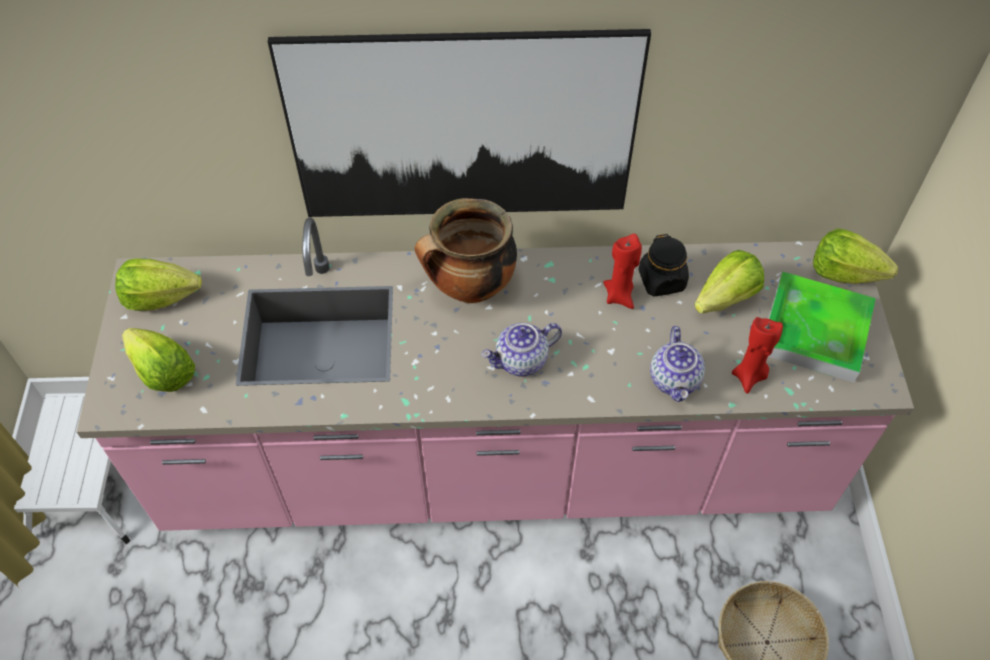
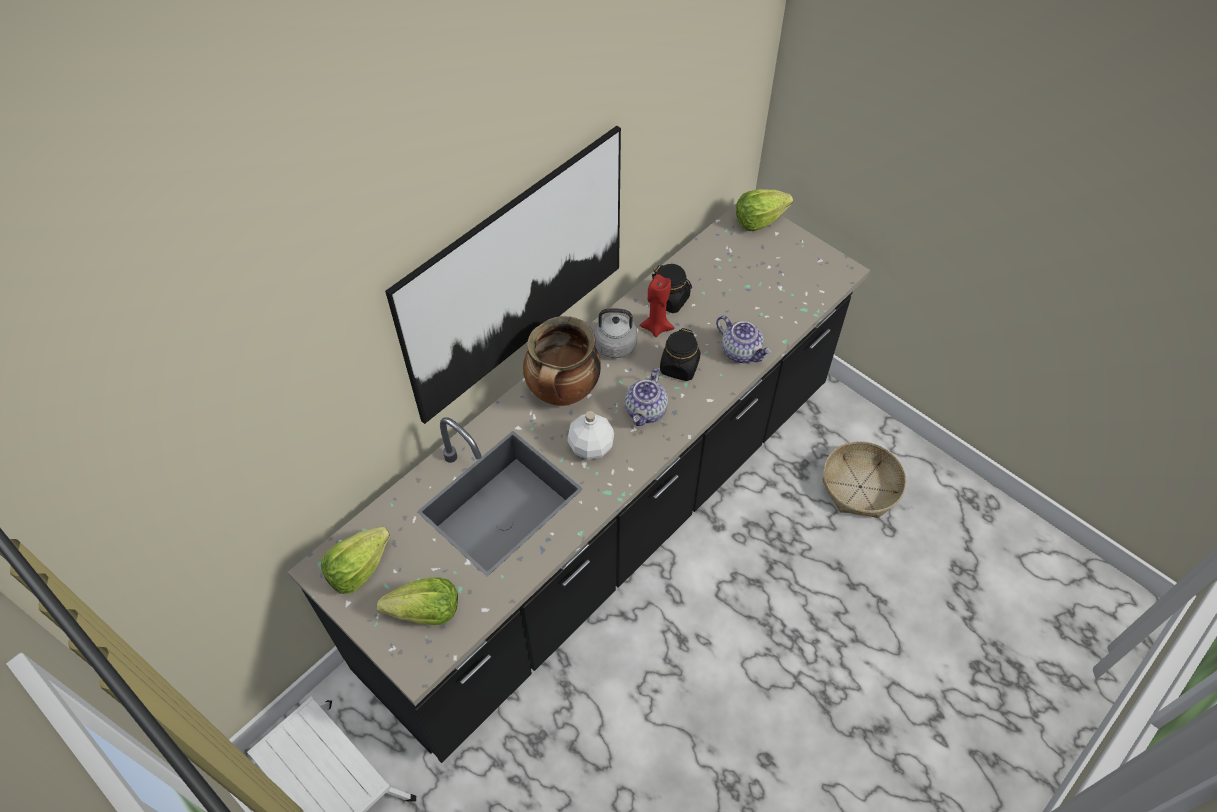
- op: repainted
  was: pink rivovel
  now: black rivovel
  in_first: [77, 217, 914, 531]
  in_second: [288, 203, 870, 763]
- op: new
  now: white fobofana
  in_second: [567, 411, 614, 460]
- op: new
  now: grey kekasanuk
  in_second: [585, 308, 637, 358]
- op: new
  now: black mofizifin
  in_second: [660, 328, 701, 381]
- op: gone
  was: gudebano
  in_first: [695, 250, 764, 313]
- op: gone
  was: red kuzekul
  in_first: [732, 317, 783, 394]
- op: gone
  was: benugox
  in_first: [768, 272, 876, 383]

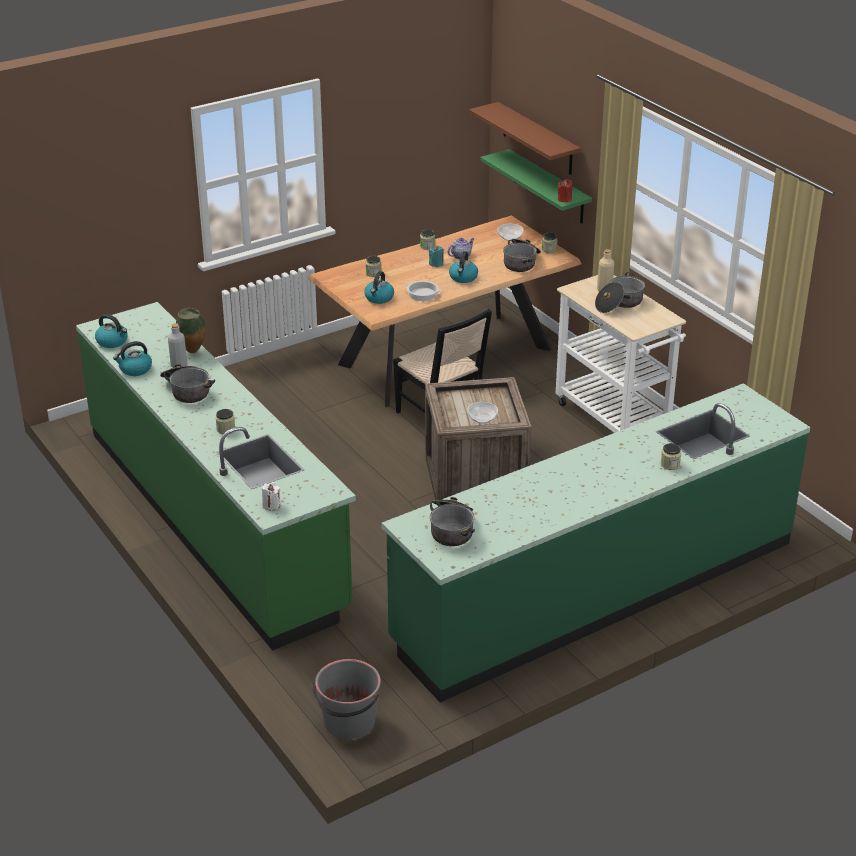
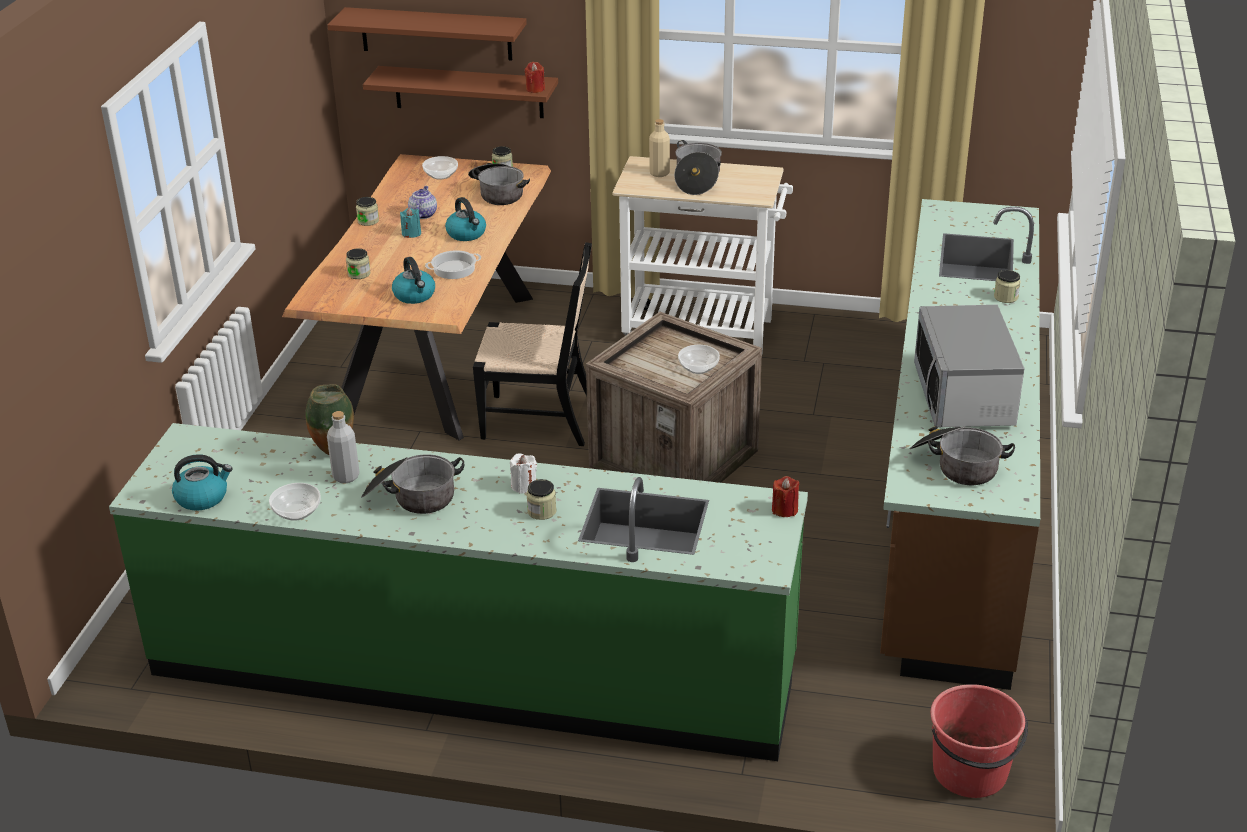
- op: swapped
  was: kekasanuk
  now: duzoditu
  in_first: [113, 341, 152, 376]
  in_second: [269, 483, 320, 521]
- op: repainted
  was: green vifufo
  now: brown vifufo
  in_first: [480, 149, 592, 224]
  in_second: [363, 66, 558, 118]
- op: shifted
  was: white kuzekul
  in_first: [262, 482, 281, 510]
  in_second: [510, 453, 537, 494]
- op: new
  now: red kuzekul
  in_second: [772, 476, 800, 517]
- op: repainted
  was: green rivovel
  now: brown rivovel
  in_first: [381, 383, 810, 703]
  in_second: [880, 199, 1040, 690]
- op: new
  now: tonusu
  in_second: [914, 305, 1025, 427]
- op: repainted
  was: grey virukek
  now: red virukek
  in_first: [313, 659, 381, 739]
  in_second: [930, 684, 1028, 798]

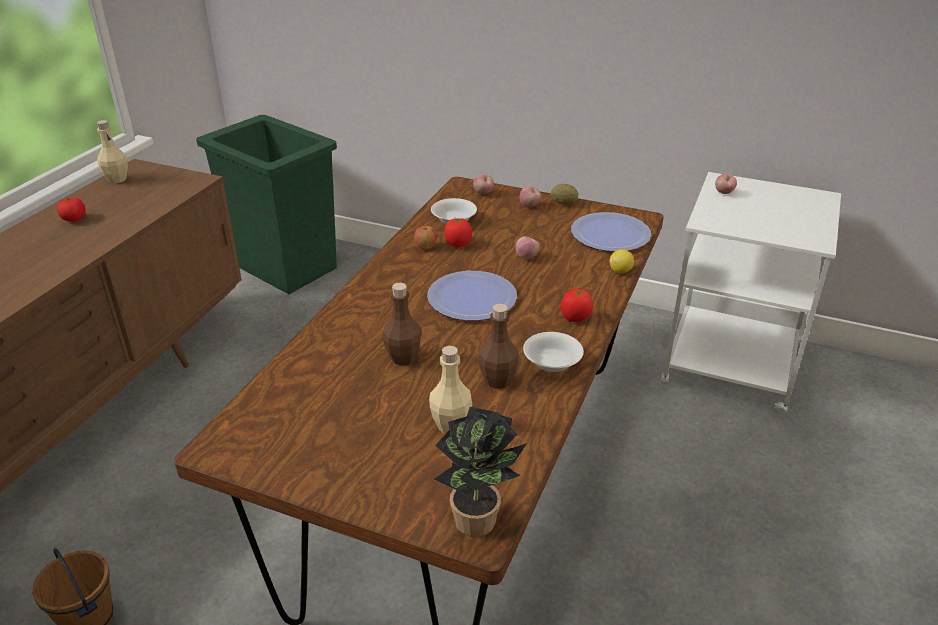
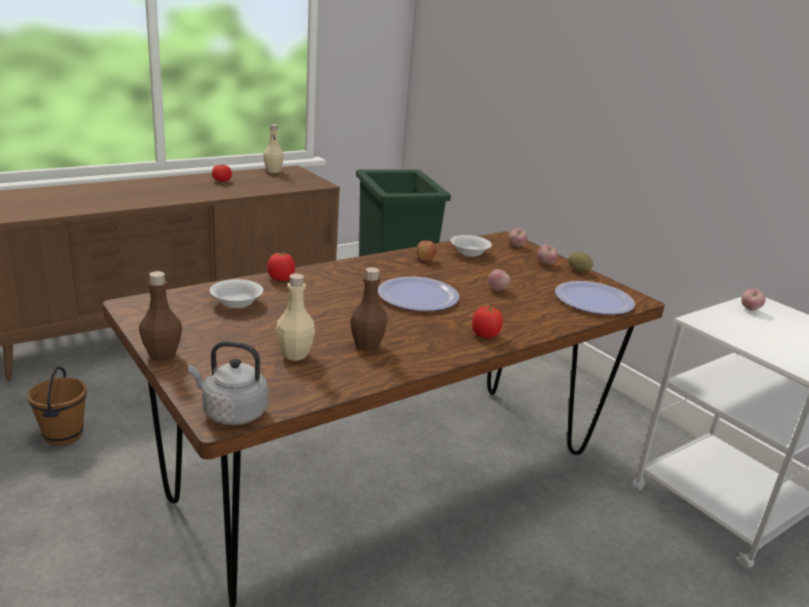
- op: shifted
  was: brown fobofana
  in_first: [382, 283, 422, 366]
  in_second: [139, 271, 182, 361]
- op: swapped
  was: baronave
  now: grey kekasanuk
  in_first: [434, 407, 527, 537]
  in_second: [188, 341, 268, 425]
- op: shifted
  was: white duzoditu
  in_first: [523, 332, 584, 372]
  in_second: [210, 279, 263, 308]
- op: shifted
  was: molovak
  in_first: [444, 217, 472, 247]
  in_second: [267, 252, 295, 281]
- op: gone
  was: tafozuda
  in_first: [610, 249, 634, 274]

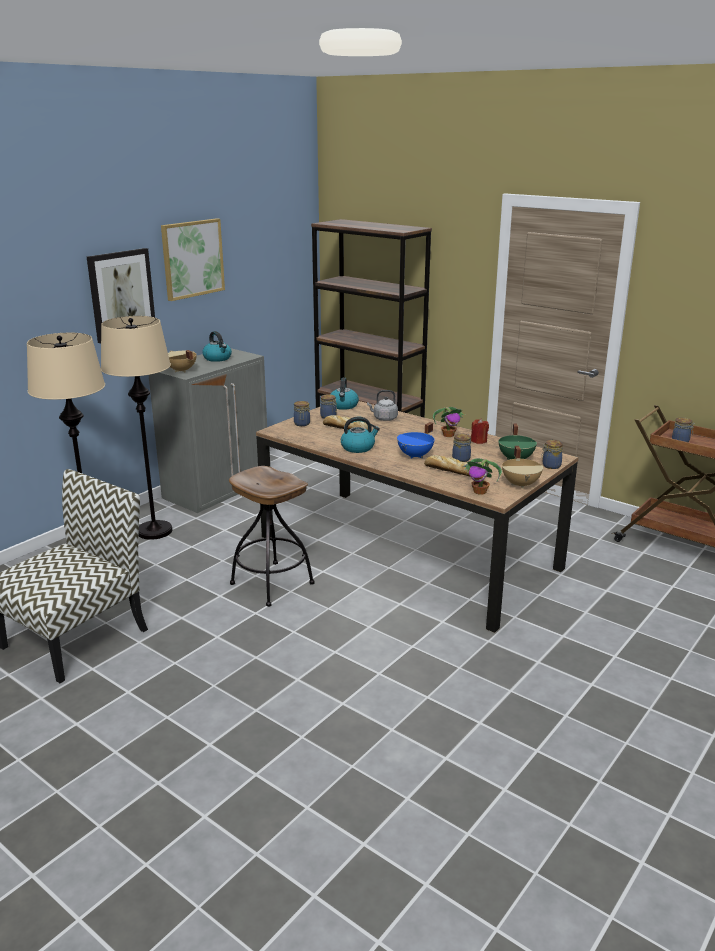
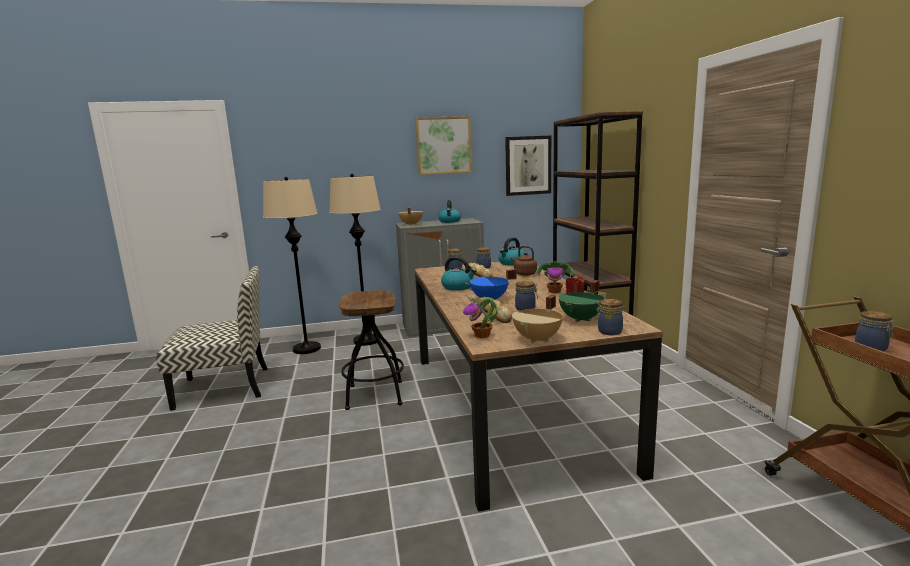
- op: shifted
  was: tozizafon
  in_first: [87, 248, 155, 343]
  in_second: [505, 136, 551, 196]
- op: repainted
  was: grey kekasanuk
  now: brown kekasanuk
  in_first: [367, 390, 398, 421]
  in_second: [511, 246, 537, 276]

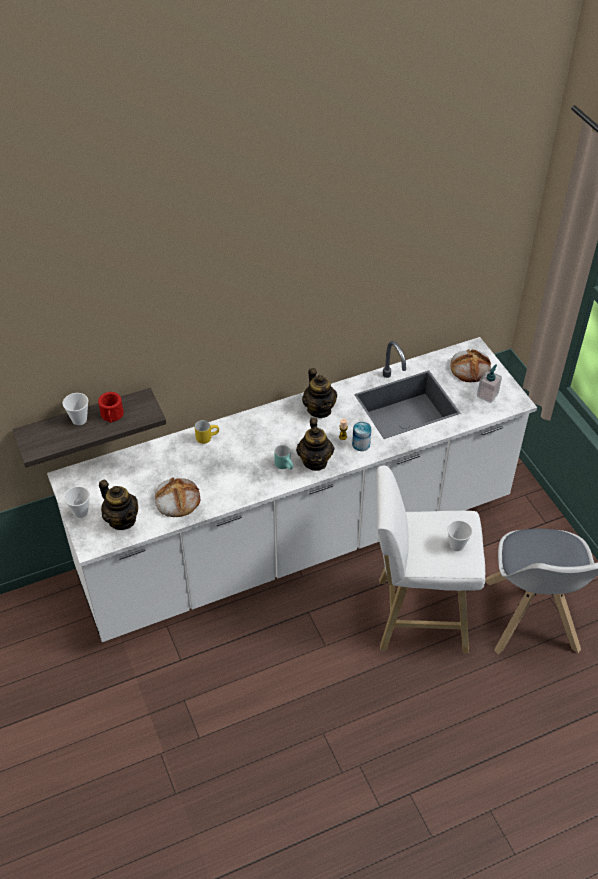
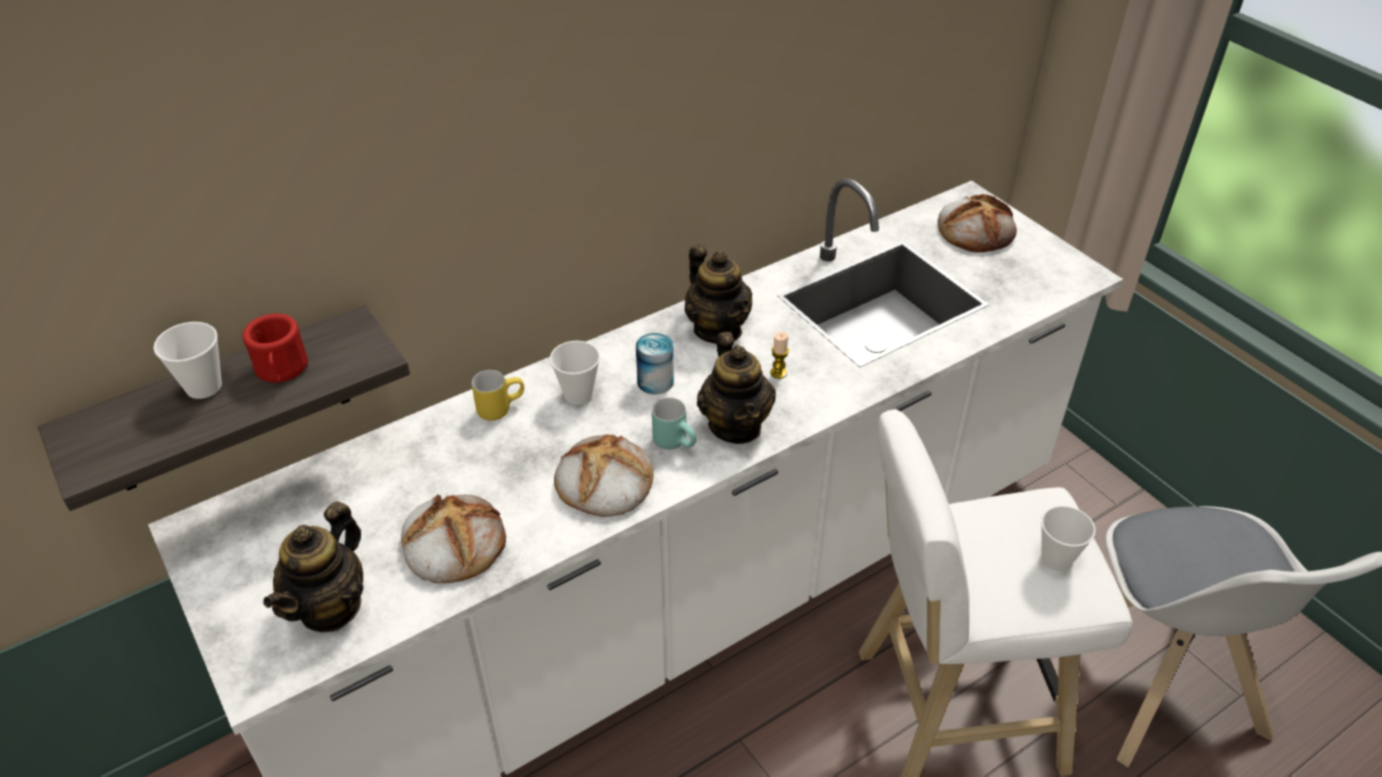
- op: rotated
  was: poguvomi
  in_first: [99, 480, 138, 530]
  in_second: [263, 501, 363, 633]
  clockwise: 75
- op: shifted
  was: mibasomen
  in_first: [64, 486, 90, 518]
  in_second: [550, 341, 600, 405]
- op: new
  now: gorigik
  in_second: [554, 434, 653, 517]
- op: shifted
  was: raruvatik
  in_first: [352, 422, 371, 451]
  in_second: [636, 333, 674, 394]
- op: gone
  was: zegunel
  in_first: [477, 364, 502, 403]

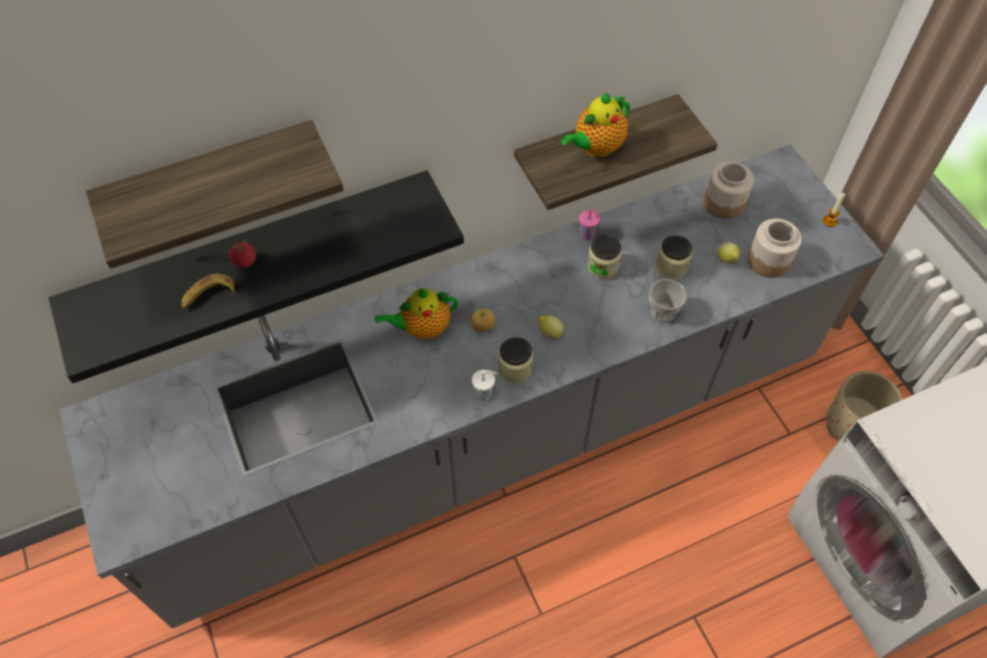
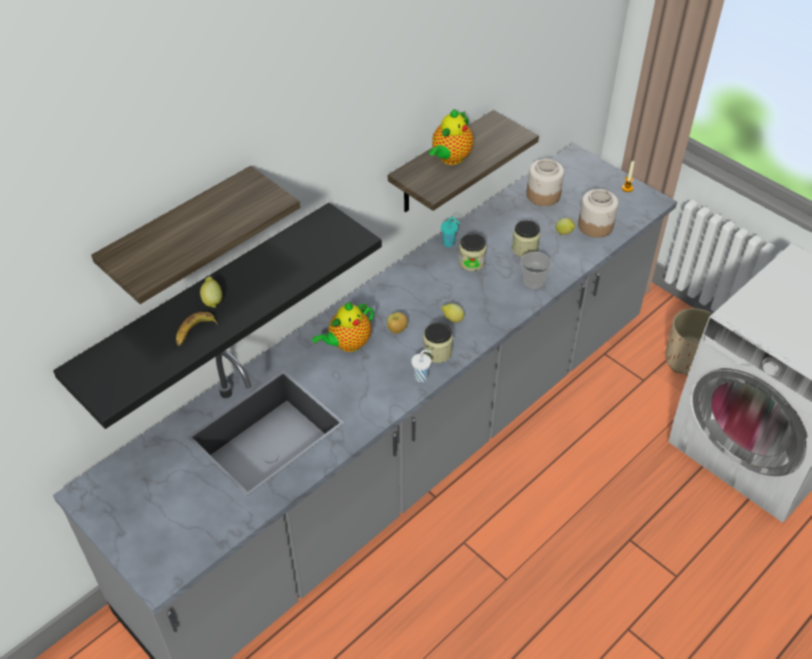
- op: swapped
  was: molovak
  now: tafozuda
  in_first: [229, 240, 256, 268]
  in_second: [200, 276, 222, 308]
- op: repainted
  was: pink mibasomen
  now: turquoise mibasomen
  in_first: [579, 209, 601, 240]
  in_second: [441, 217, 460, 247]

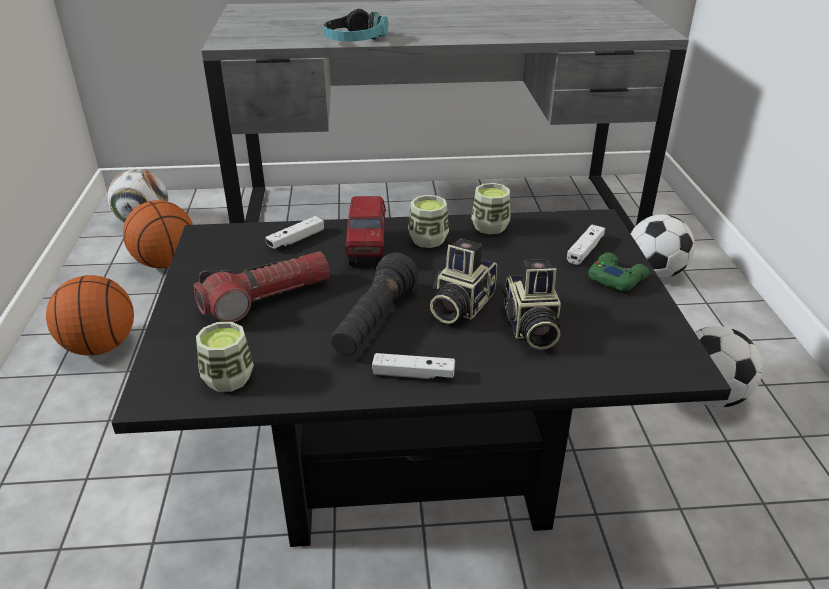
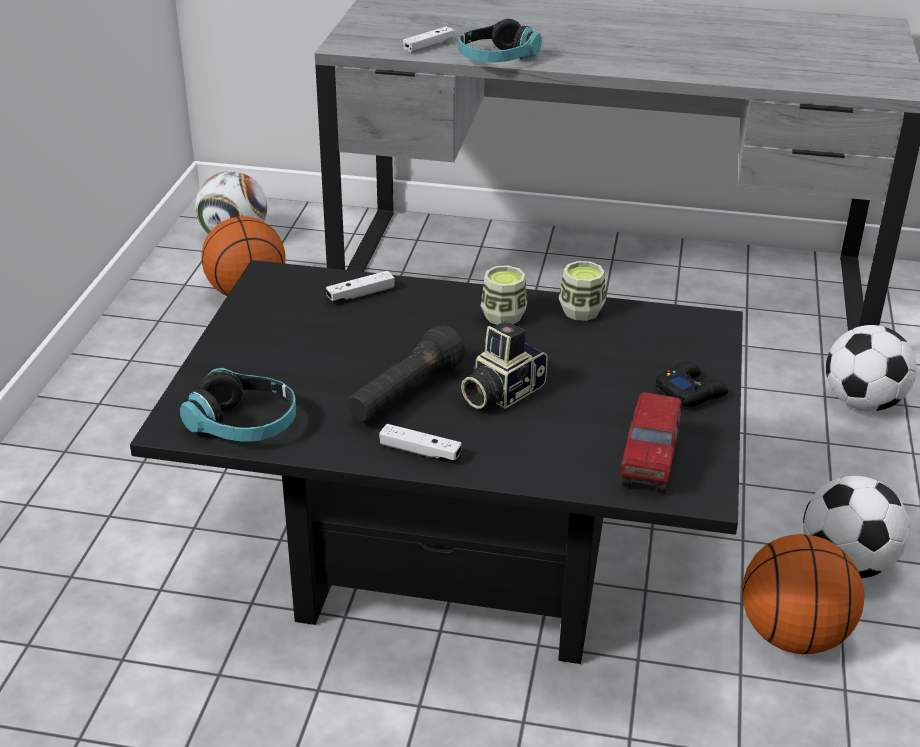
- op: swapped
  was: mibasomen
  now: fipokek
  in_first: [196, 322, 254, 392]
  in_second: [179, 368, 296, 442]
- op: shifted
  was: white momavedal
  in_first: [567, 224, 605, 265]
  in_second: [403, 26, 455, 53]
- op: shifted
  was: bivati
  in_first: [345, 196, 386, 266]
  in_second: [621, 392, 683, 493]
- op: repainted
  was: green momavedal
  now: black momavedal
  in_first: [588, 252, 649, 291]
  in_second: [656, 361, 728, 407]
- op: shifted
  was: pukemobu
  in_first: [46, 275, 134, 356]
  in_second: [742, 534, 865, 654]
- op: gone
  was: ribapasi
  in_first: [194, 251, 330, 322]
- op: gone
  was: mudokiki
  in_first: [502, 259, 561, 350]

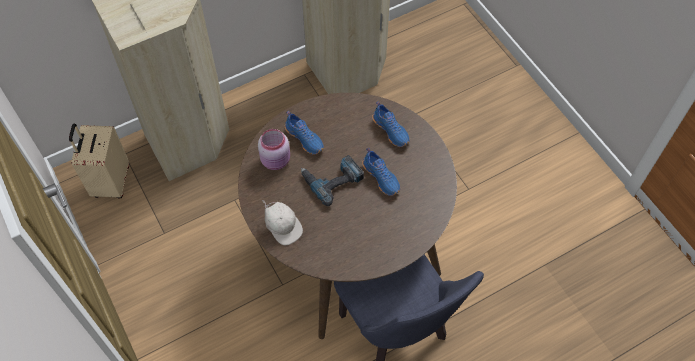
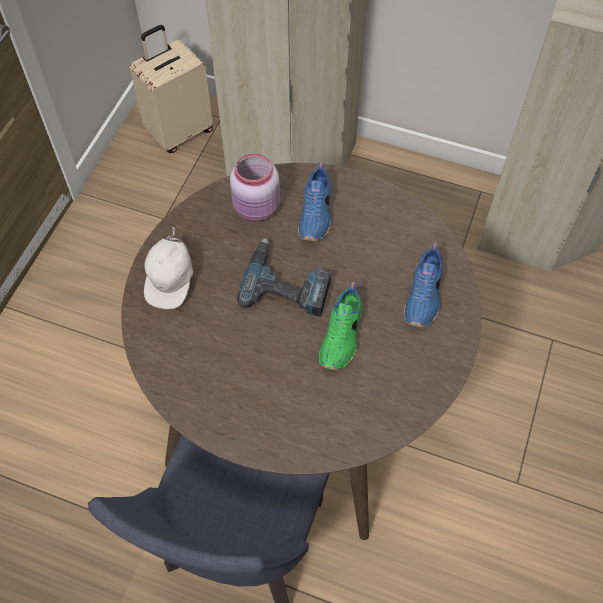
- op: repainted
  was: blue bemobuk
  now: green bemobuk
  in_first: [362, 148, 400, 196]
  in_second: [319, 281, 362, 370]

